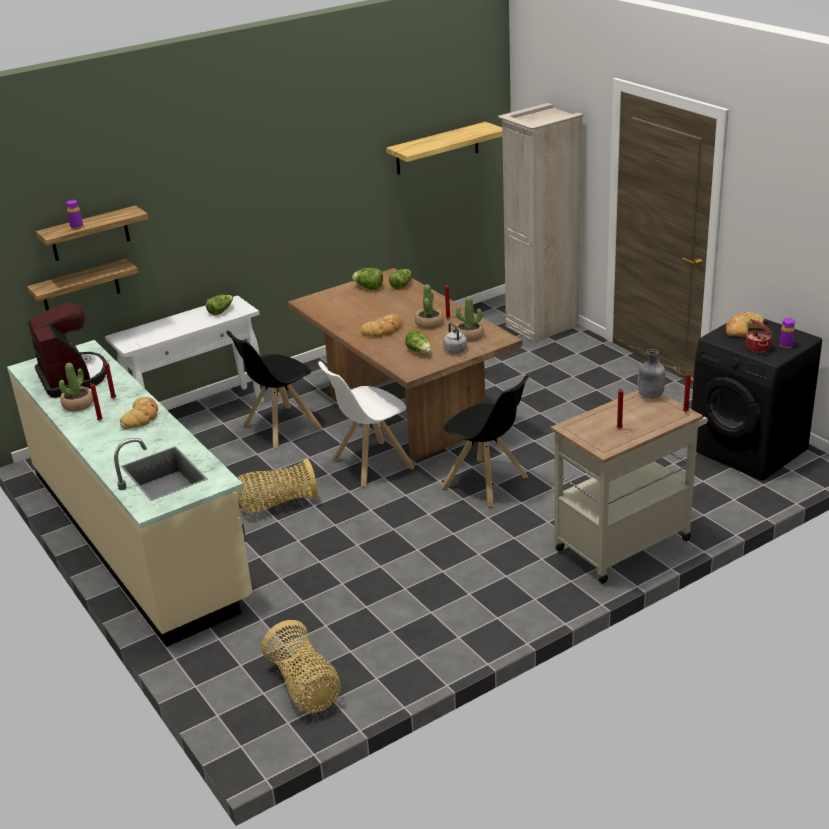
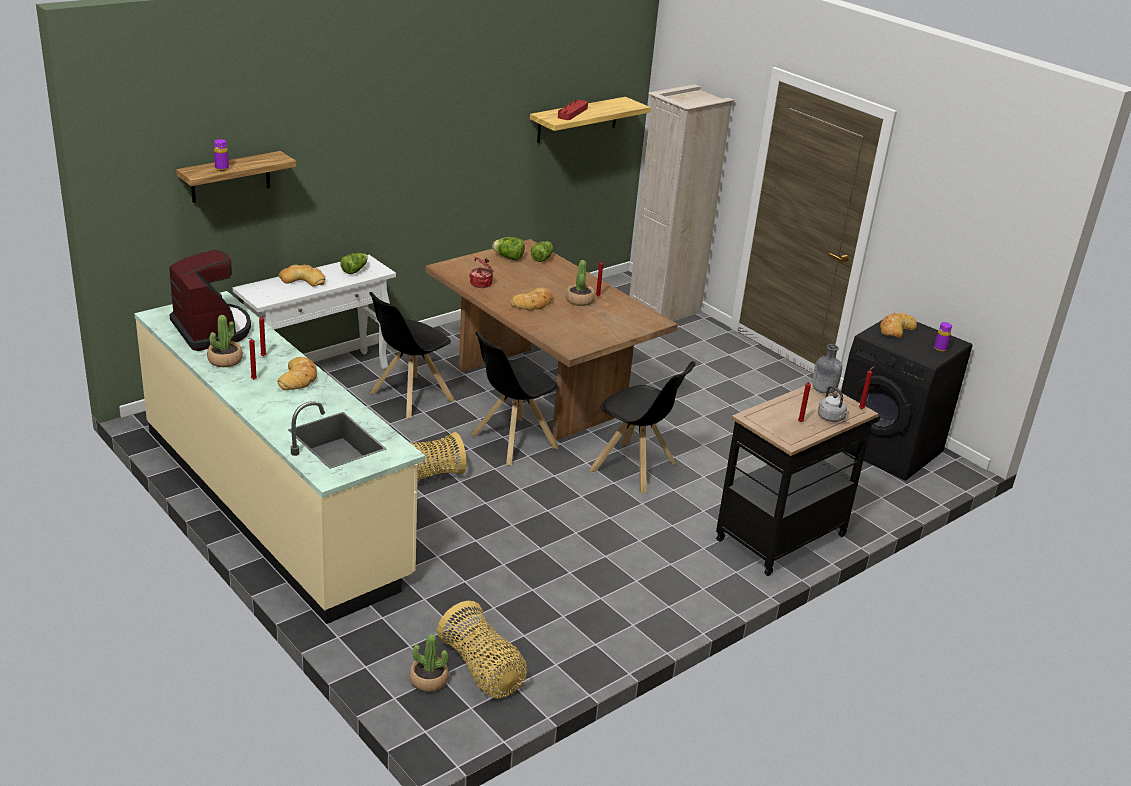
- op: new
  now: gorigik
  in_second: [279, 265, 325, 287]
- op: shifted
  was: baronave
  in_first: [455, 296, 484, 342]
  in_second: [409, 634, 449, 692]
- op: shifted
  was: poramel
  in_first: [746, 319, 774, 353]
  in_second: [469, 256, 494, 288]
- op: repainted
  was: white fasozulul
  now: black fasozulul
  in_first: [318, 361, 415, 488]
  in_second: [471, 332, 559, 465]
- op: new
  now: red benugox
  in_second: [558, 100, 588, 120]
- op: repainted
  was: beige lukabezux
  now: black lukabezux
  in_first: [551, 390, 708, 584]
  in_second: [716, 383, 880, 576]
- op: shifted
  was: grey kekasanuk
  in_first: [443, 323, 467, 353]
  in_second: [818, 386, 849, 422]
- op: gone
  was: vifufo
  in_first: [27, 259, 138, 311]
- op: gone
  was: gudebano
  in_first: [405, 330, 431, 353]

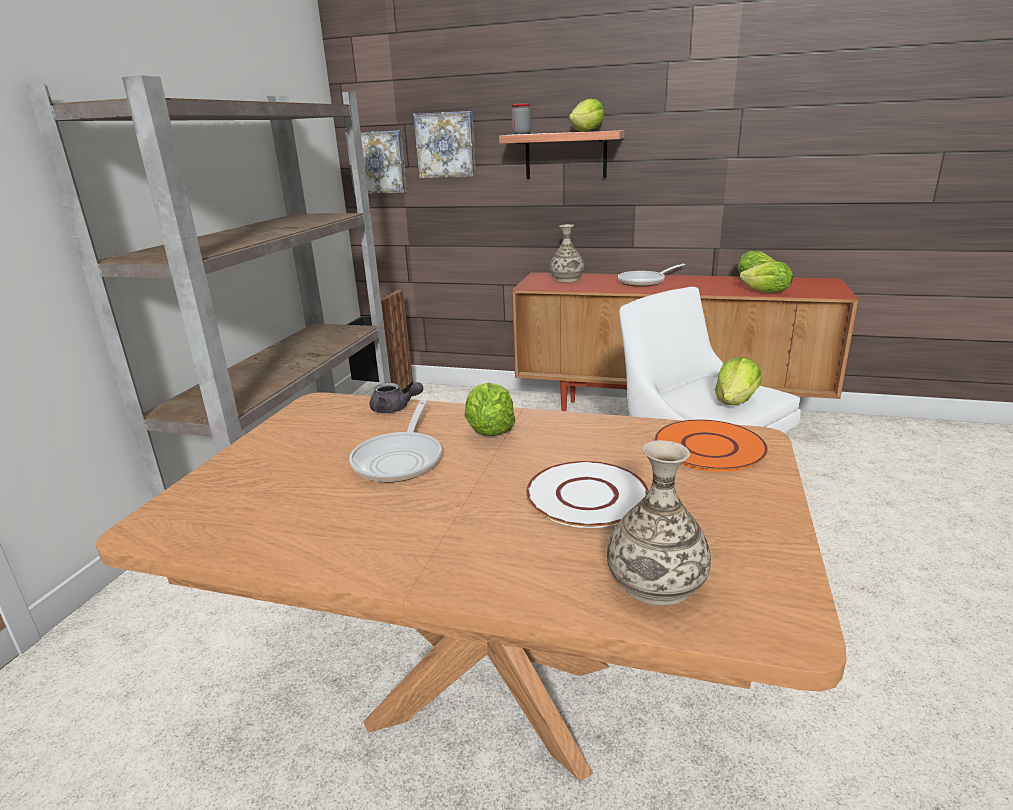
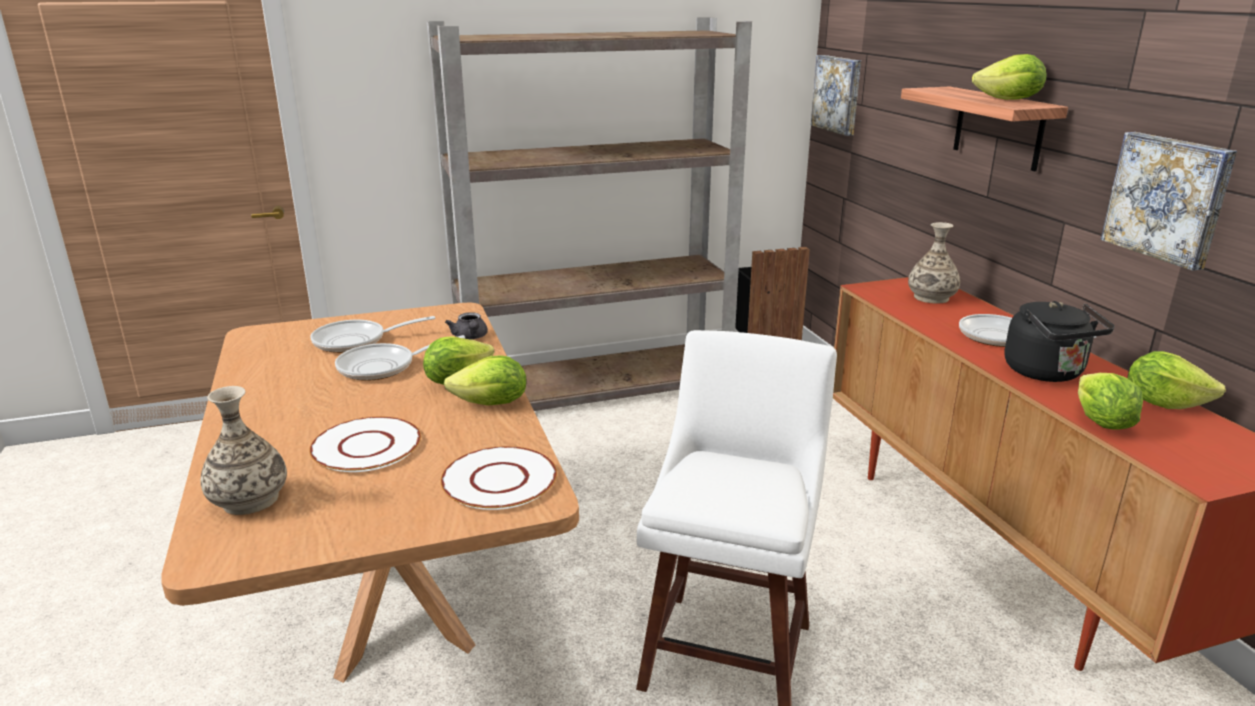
- op: new
  now: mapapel
  in_second: [310, 316, 435, 353]
- op: repainted
  was: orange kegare
  now: white kegare
  in_first: [655, 420, 768, 472]
  in_second: [441, 446, 557, 510]
- op: shifted
  was: gudebano
  in_first: [715, 357, 762, 405]
  in_second: [444, 355, 526, 406]
- op: new
  now: black kekasanuk
  in_second: [1005, 301, 1114, 382]
- op: shifted
  was: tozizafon
  in_first: [413, 111, 476, 178]
  in_second: [1101, 132, 1237, 271]
- op: gone
  was: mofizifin
  in_first: [511, 103, 531, 134]

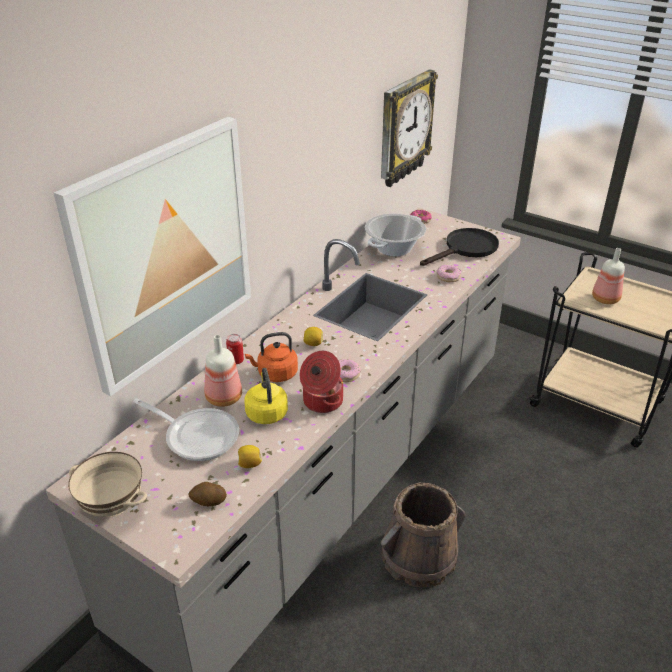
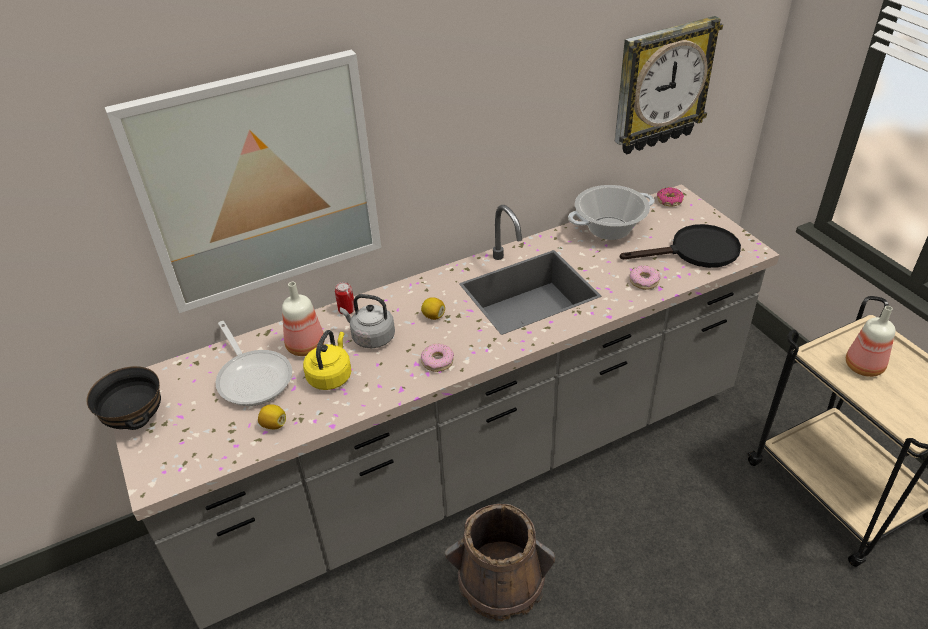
- op: repainted
  was: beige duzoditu
  now: black duzoditu
  in_first: [68, 452, 147, 517]
  in_second: [86, 366, 161, 430]
- op: repainted
  was: orange kekasanuk
  now: grey kekasanuk
  in_first: [245, 332, 298, 382]
  in_second: [340, 294, 395, 348]
- op: gone
  was: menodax
  in_first: [188, 482, 227, 506]
- op: gone
  was: poramel
  in_first: [300, 351, 343, 413]

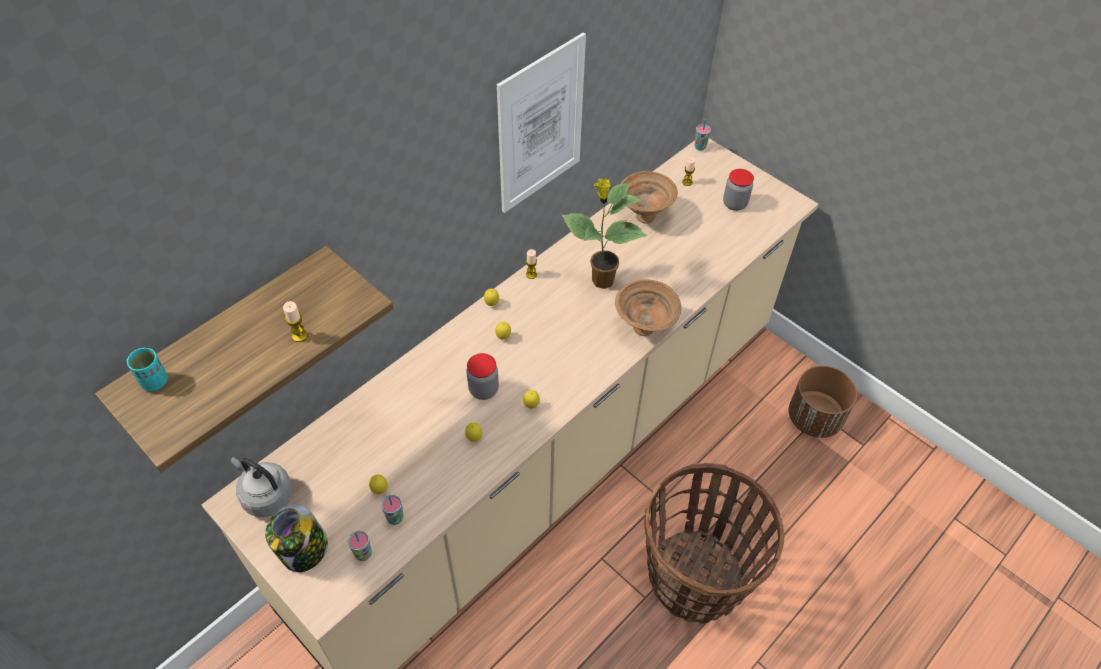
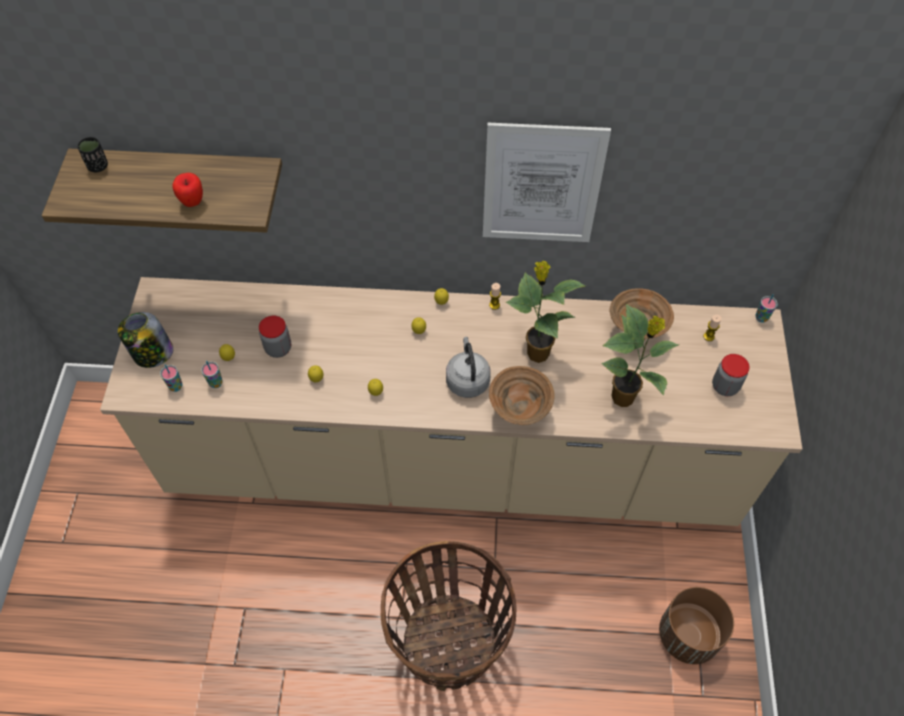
- op: repainted
  was: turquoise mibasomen
  now: black mibasomen
  in_first: [127, 348, 168, 391]
  in_second: [77, 137, 108, 172]
- op: swapped
  was: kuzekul
  now: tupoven
  in_first: [283, 301, 308, 342]
  in_second: [173, 173, 203, 207]
- op: shifted
  was: mofizifin
  in_first: [467, 353, 499, 400]
  in_second: [259, 315, 291, 358]
- op: shifted
  was: grey kekasanuk
  in_first: [231, 457, 293, 517]
  in_second: [446, 337, 491, 398]
- op: new
  now: baronave
  in_second: [601, 304, 679, 407]

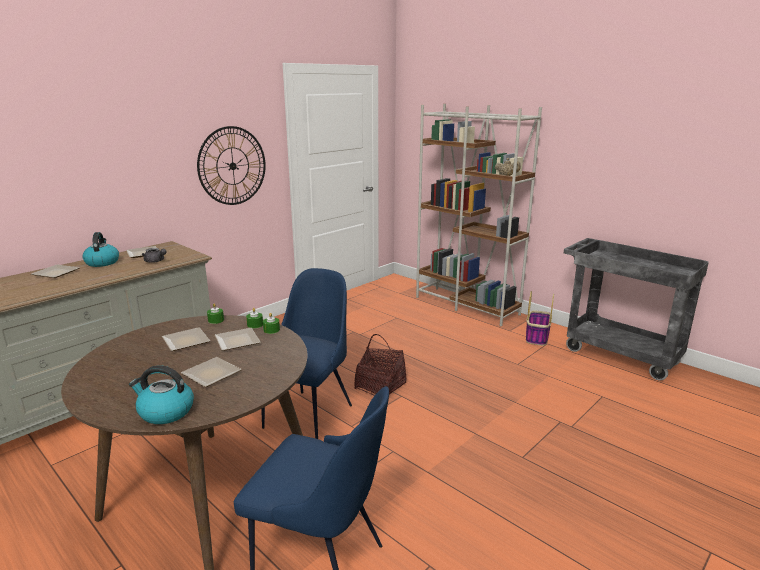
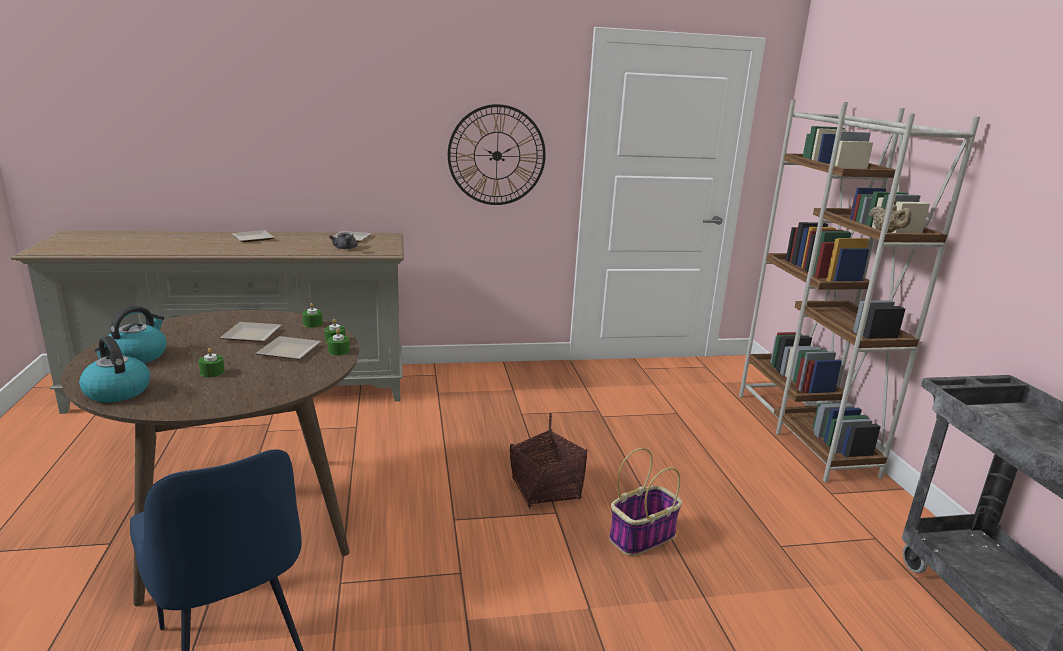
- op: shifted
  was: kekasanuk
  in_first: [82, 232, 119, 267]
  in_second: [109, 306, 167, 363]
- op: swapped
  was: kegare
  now: green kuzekul
  in_first: [181, 357, 242, 387]
  in_second: [198, 348, 225, 378]
- op: shifted
  was: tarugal
  in_first: [526, 291, 554, 346]
  in_second: [609, 448, 682, 556]
- op: gone
  was: blue fasozulul
  in_first: [261, 268, 352, 439]

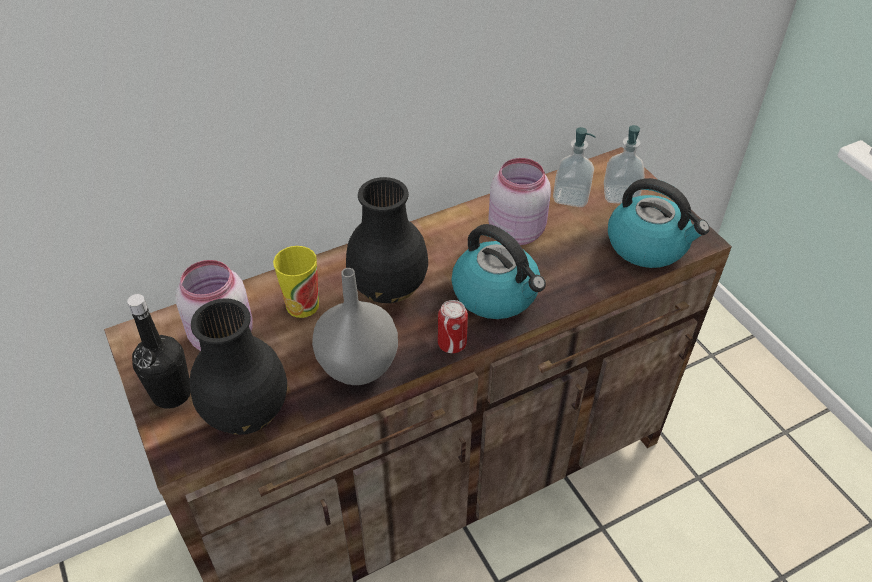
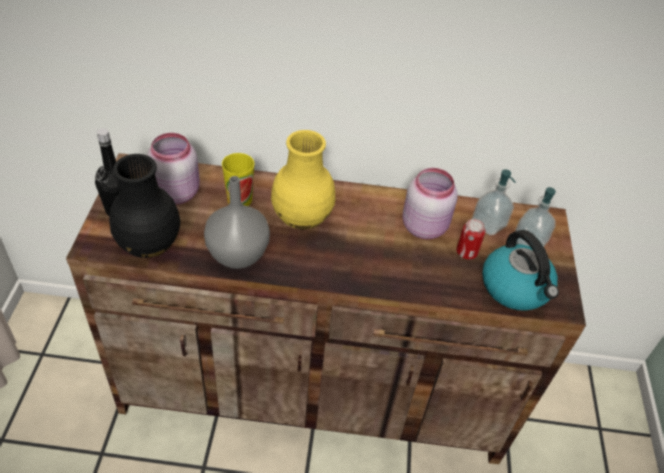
- op: repainted
  was: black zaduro
  now: yellow zaduro
  in_first: [346, 177, 428, 303]
  in_second: [271, 130, 335, 229]
- op: shifted
  was: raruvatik
  in_first: [438, 300, 468, 353]
  in_second: [456, 219, 485, 259]
- op: gone
  was: kekasanuk
  in_first: [451, 224, 546, 319]

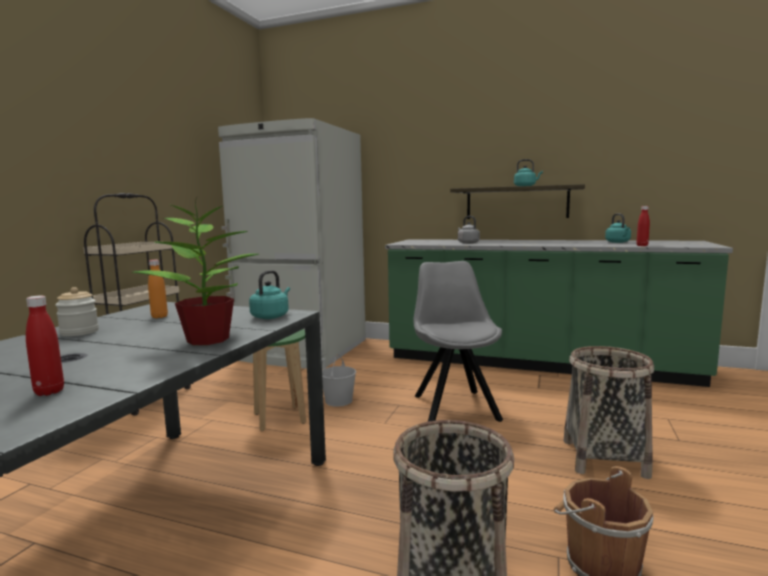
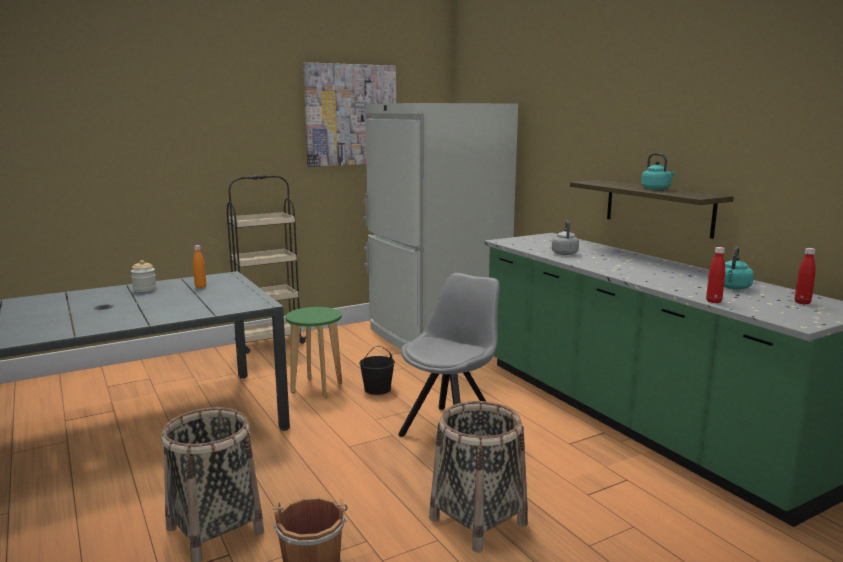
- op: new
  now: tozizafon
  in_second: [303, 62, 396, 167]
- op: repainted
  was: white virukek
  now: black virukek
  in_first: [322, 354, 356, 407]
  in_second: [359, 346, 395, 395]
- op: shifted
  was: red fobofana
  in_first: [26, 295, 64, 396]
  in_second: [795, 248, 816, 304]
- op: gone
  was: baronave
  in_first: [133, 197, 259, 345]
- op: gone
  was: turquoise kekasanuk
  in_first: [249, 270, 290, 319]

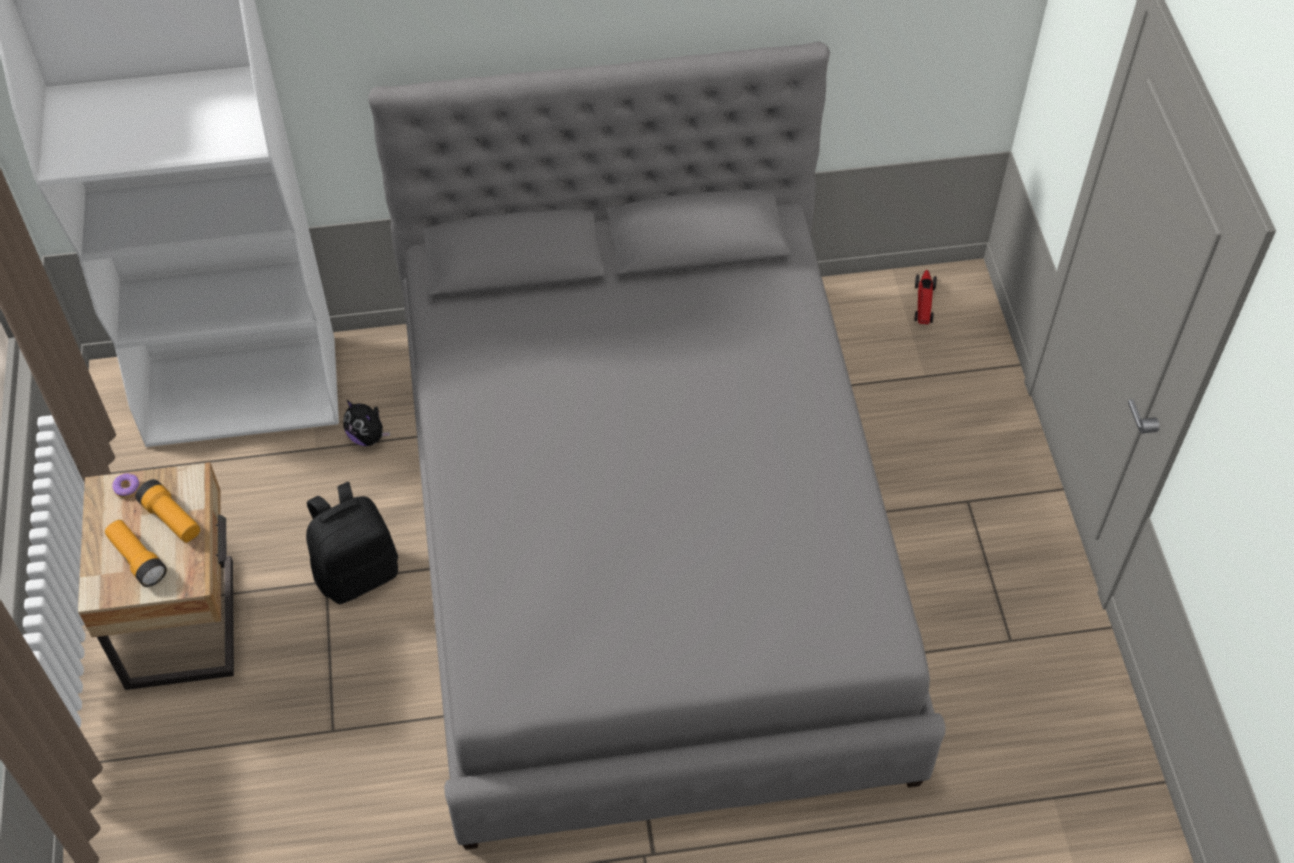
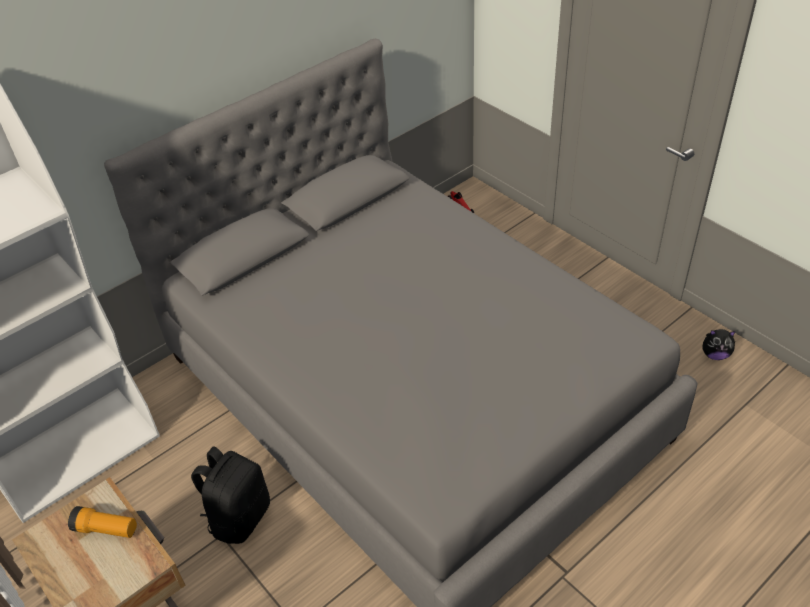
- op: shifted
  was: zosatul
  in_first: [343, 400, 390, 446]
  in_second: [703, 329, 736, 360]
- op: gone
  was: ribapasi
  in_first: [105, 520, 167, 587]
- op: gone
  was: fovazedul
  in_first: [112, 473, 140, 498]

